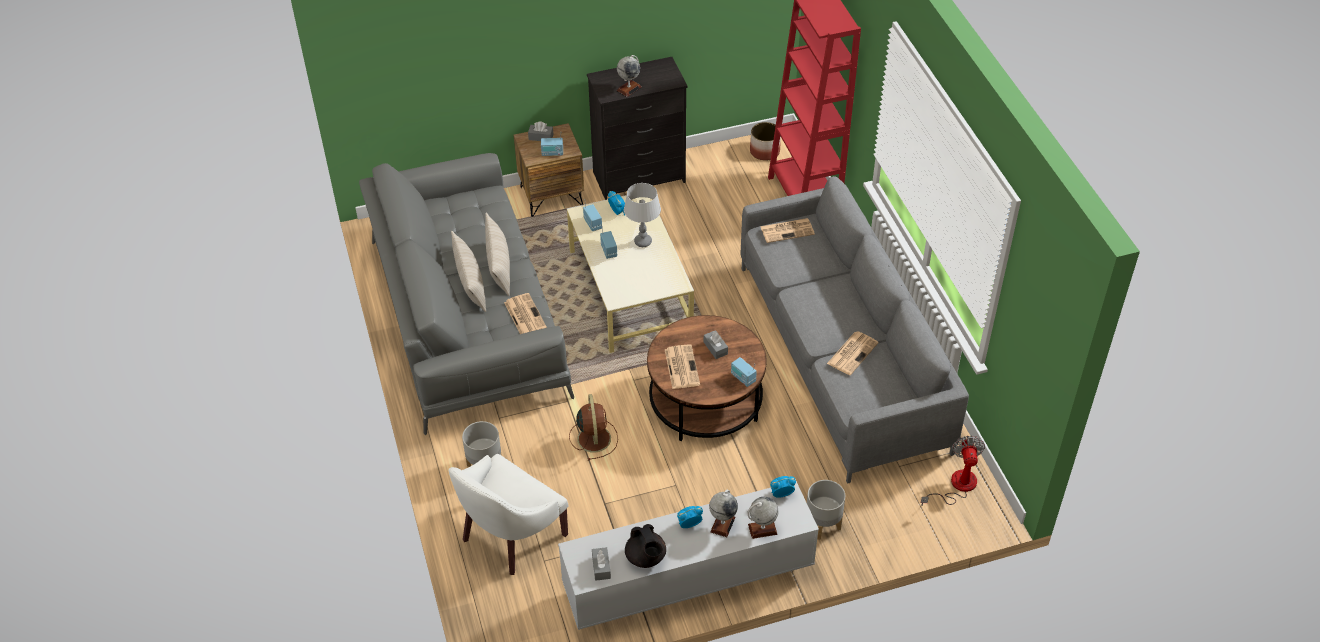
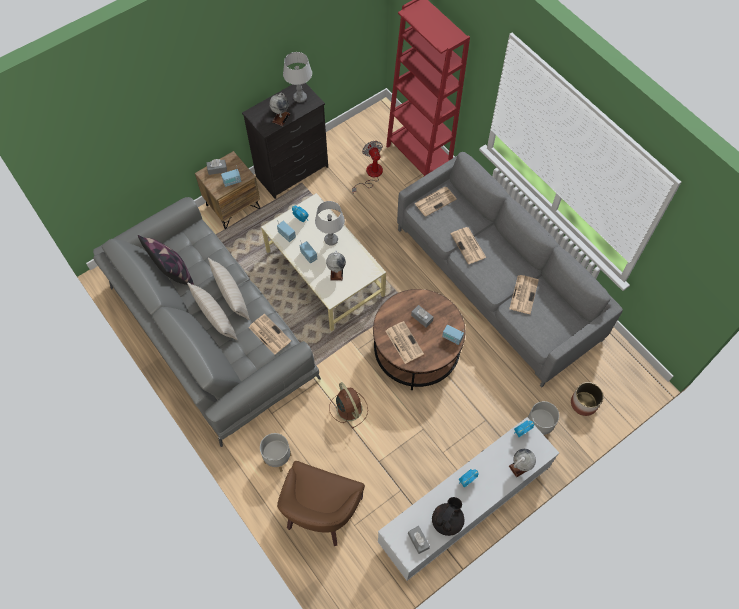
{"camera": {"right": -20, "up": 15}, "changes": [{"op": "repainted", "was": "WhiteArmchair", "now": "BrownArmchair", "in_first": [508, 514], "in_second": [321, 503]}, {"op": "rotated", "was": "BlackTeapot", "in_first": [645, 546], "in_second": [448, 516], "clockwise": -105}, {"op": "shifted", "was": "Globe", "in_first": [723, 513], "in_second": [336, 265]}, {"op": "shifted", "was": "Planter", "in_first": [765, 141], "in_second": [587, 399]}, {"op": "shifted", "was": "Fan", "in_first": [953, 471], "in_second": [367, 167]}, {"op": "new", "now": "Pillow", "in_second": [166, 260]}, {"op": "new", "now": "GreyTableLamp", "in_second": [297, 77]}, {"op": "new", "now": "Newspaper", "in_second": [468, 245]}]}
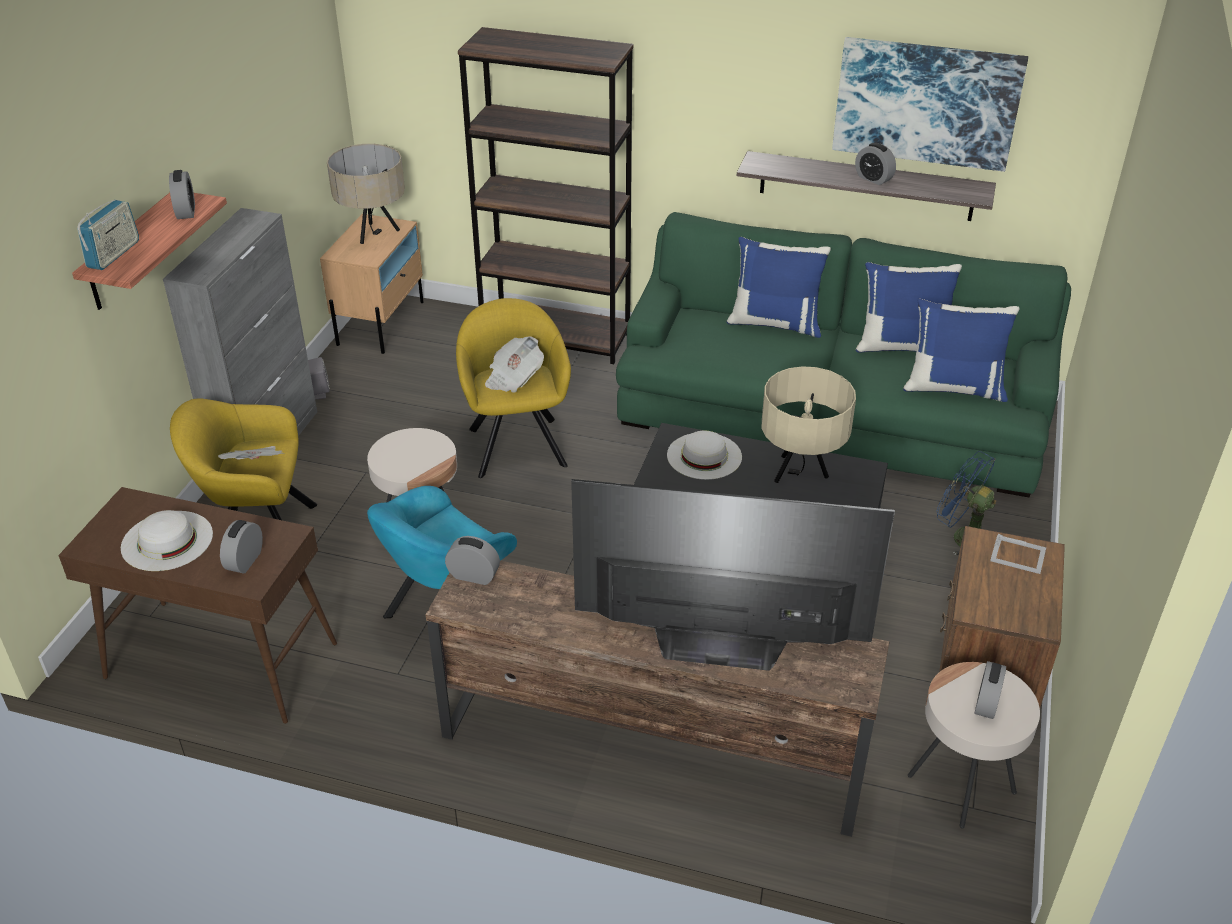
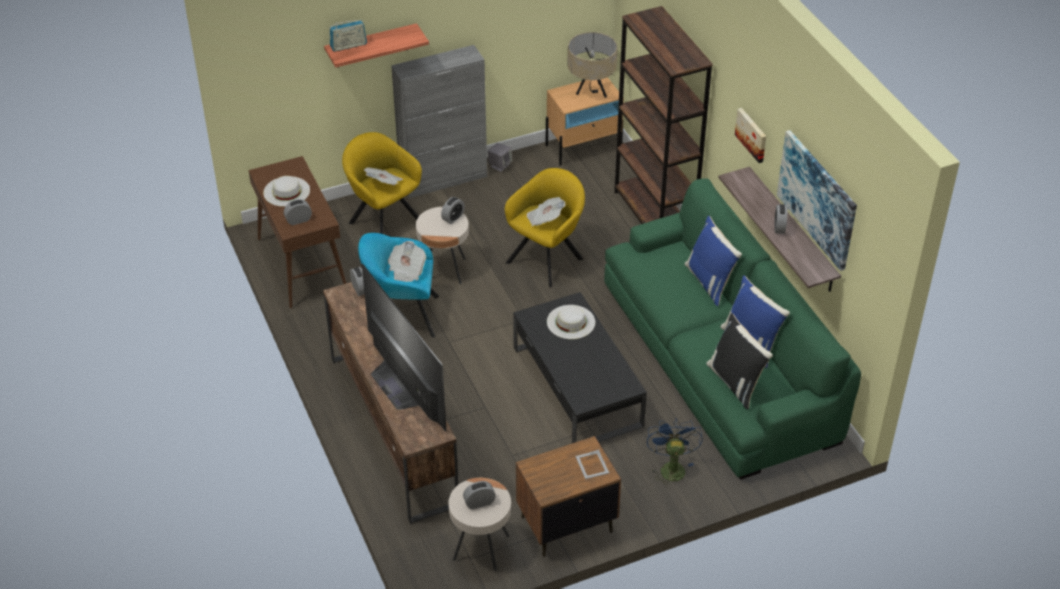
{"camera": {"right": 50, "up": 5}, "changes": [{"op": "shifted", "was": "AlarmClock", "in_first": [182, 194], "in_second": [453, 210]}, {"op": "gone", "was": "BeigeTableLamp", "in_first": [809, 424]}, {"op": "repainted", "was": "BluePillow", "now": "BlackPillow", "in_first": [961, 350], "in_second": [739, 361]}, {"op": "new", "now": "Newspaper", "in_second": [407, 261]}, {"op": "new", "now": "Picture", "in_second": [750, 135]}]}
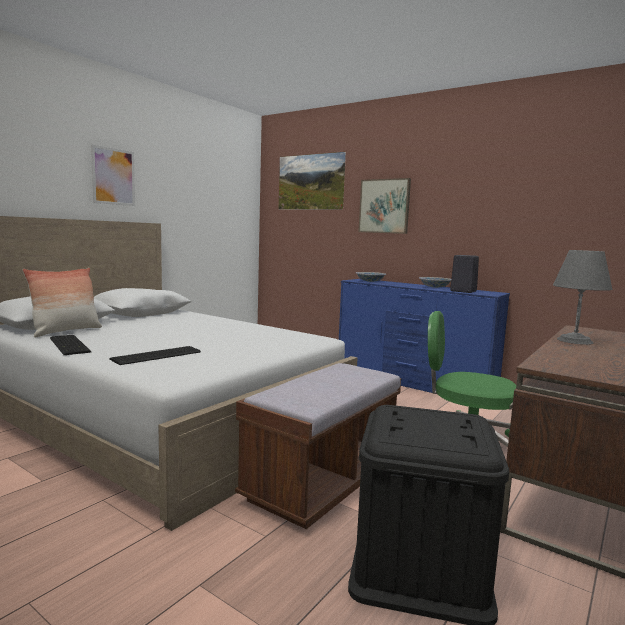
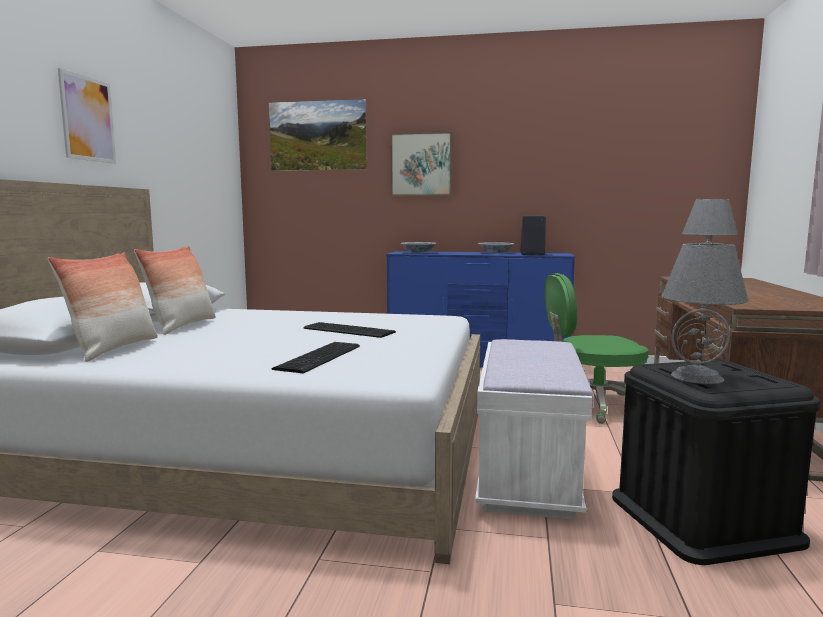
{"camera": {"right": -25, "up": 0}, "changes": [{"op": "shifted", "was": "Keyboard", "in_first": [70, 345], "in_second": [349, 330]}, {"op": "repainted", "was": "BrownBench", "now": "WhiteBench", "in_first": [318, 446], "in_second": [534, 429]}, {"op": "new", "now": "Pillow", "in_second": [175, 290]}, {"op": "new", "now": "GreyTableLamp", "in_second": [705, 313]}]}
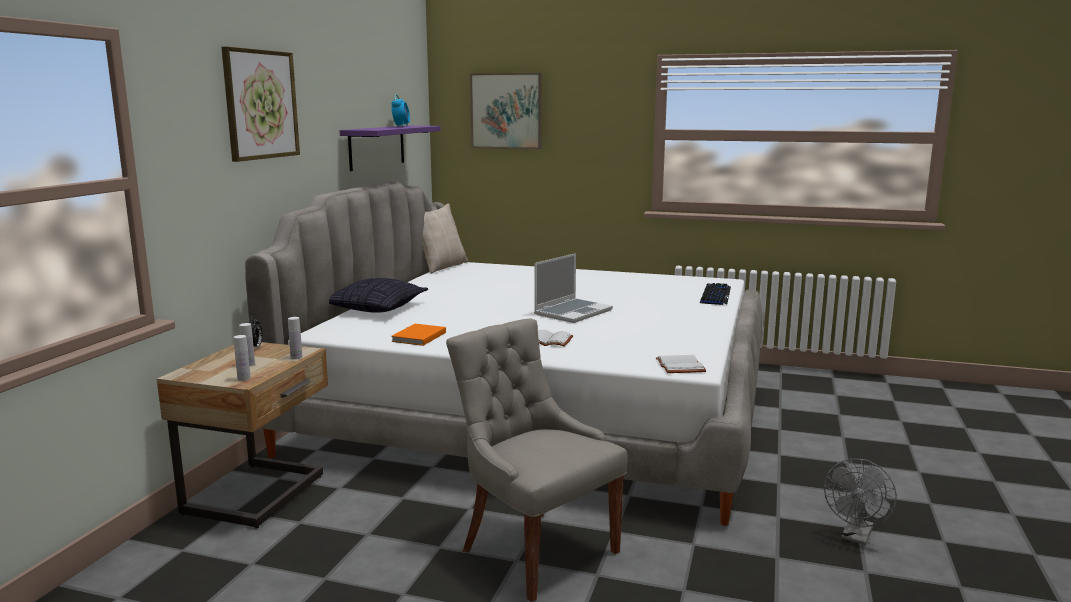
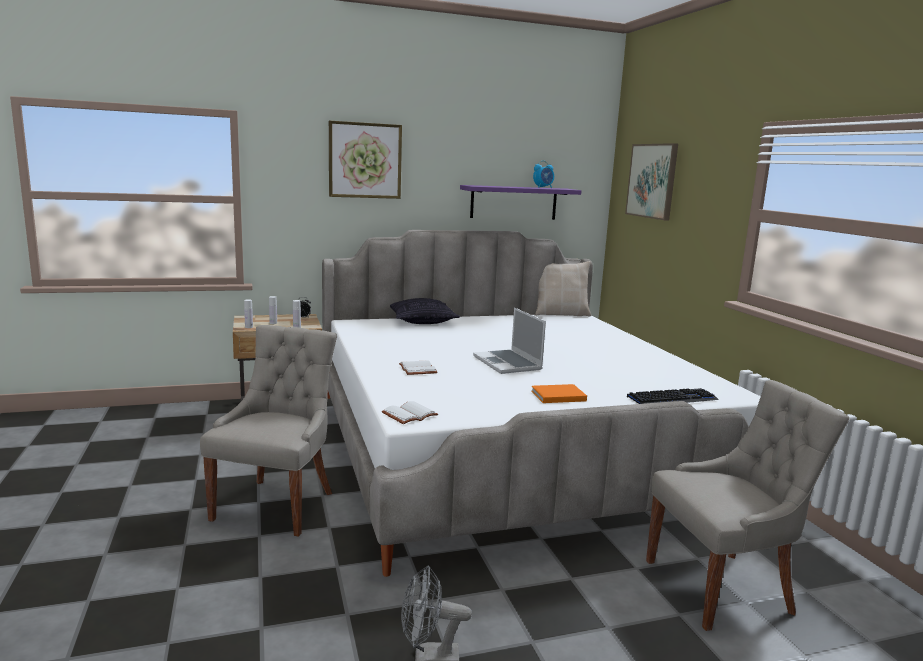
{"camera": {"right": 55, "up": 0}, "changes": [{"op": "shifted", "was": "OrangeBook", "in_first": [418, 335], "in_second": [559, 393]}, {"op": "rotated", "was": "Laptop", "in_first": [573, 288], "in_second": [509, 340], "clockwise": 60}, {"op": "new", "now": "GreyChair", "in_second": [747, 505]}]}
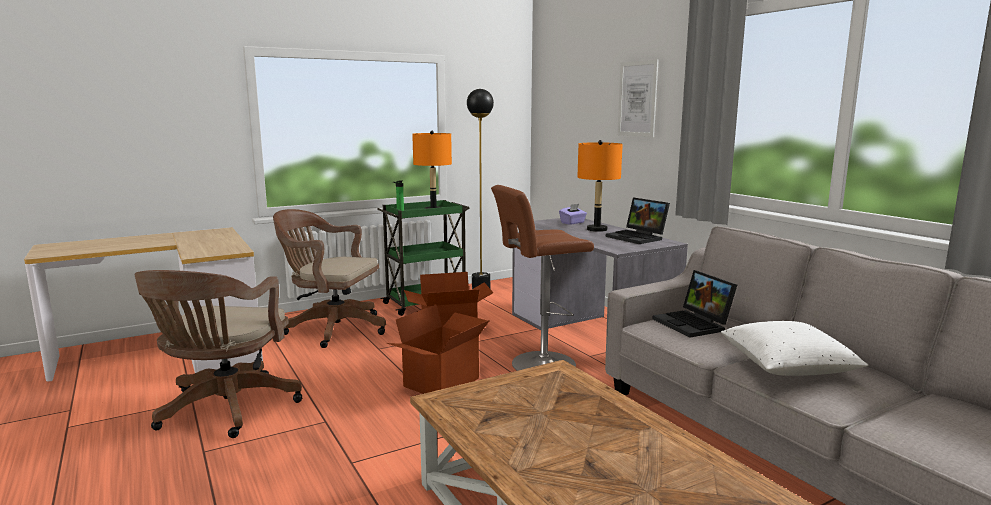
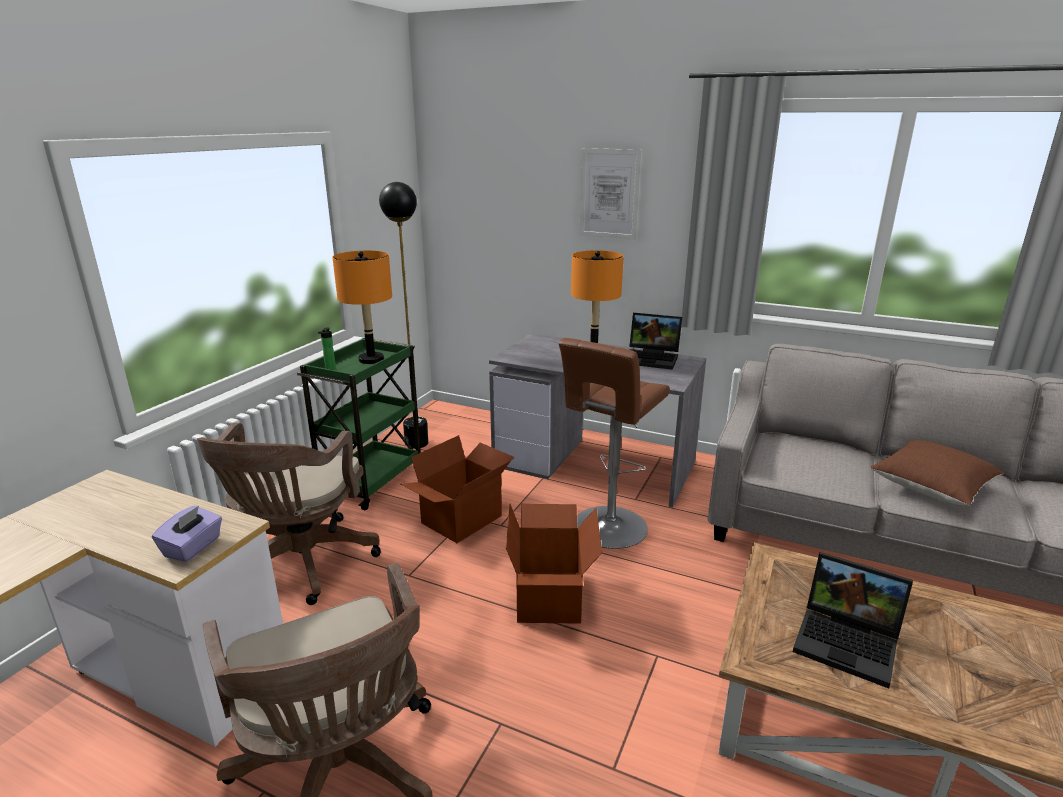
{"camera": {"right": -35, "up": 10}, "changes": [{"op": "rotated", "was": "BrownOfficeChair", "in_first": [329, 278], "in_second": [289, 514], "clockwise": -60}, {"op": "shifted", "was": "PurpleTissueBox", "in_first": [573, 214], "in_second": [187, 533]}, {"op": "shifted", "was": "Laptop", "in_first": [694, 304], "in_second": [853, 620]}, {"op": "repainted", "was": "WhitePillow", "now": "BrownPillow", "in_first": [794, 348], "in_second": [937, 473]}]}
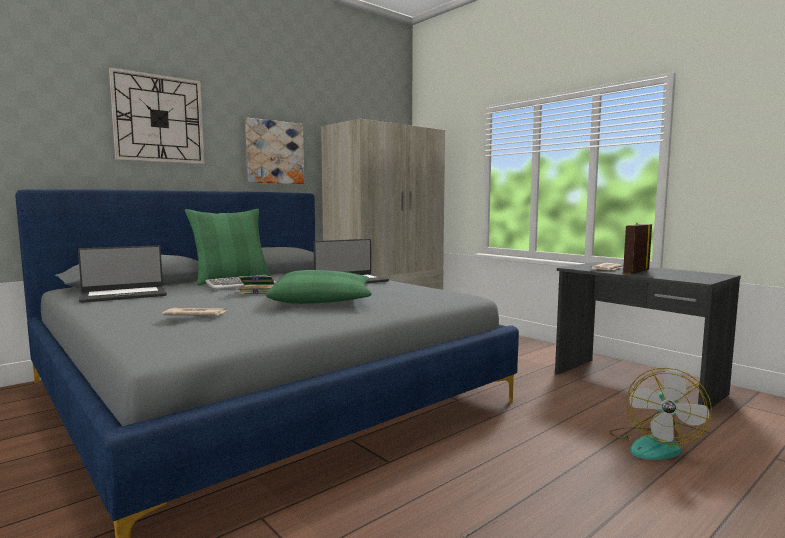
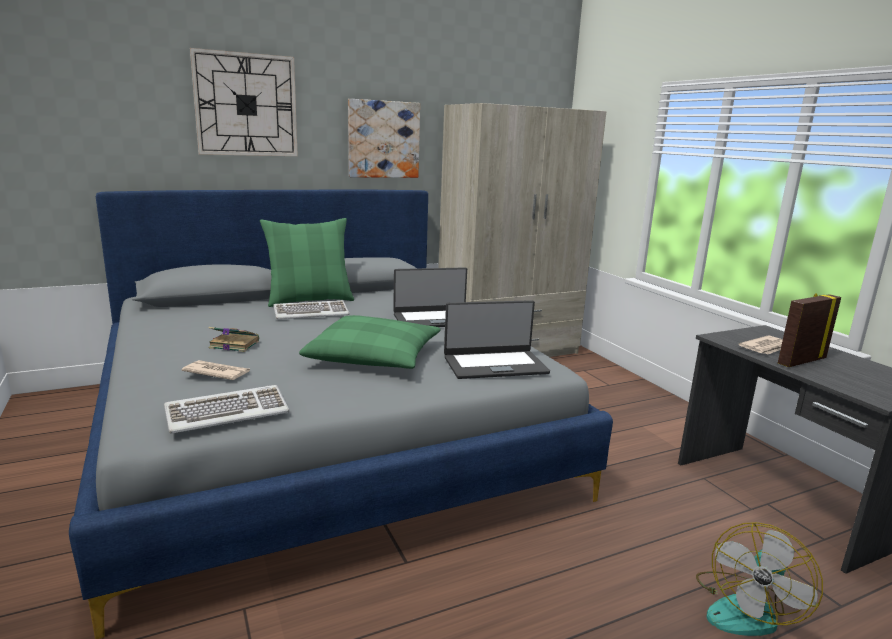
{"camera": {"right": 15, "up": 10}, "changes": [{"op": "shifted", "was": "Laptop", "in_first": [122, 274], "in_second": [497, 339]}, {"op": "shifted", "was": "Book", "in_first": [255, 285], "in_second": [234, 339]}, {"op": "new", "now": "Keyboard", "in_second": [226, 409]}]}
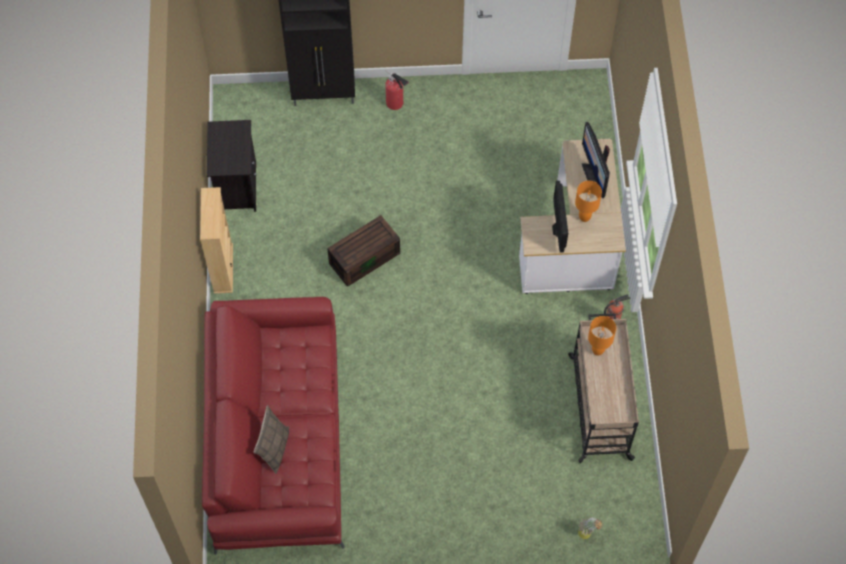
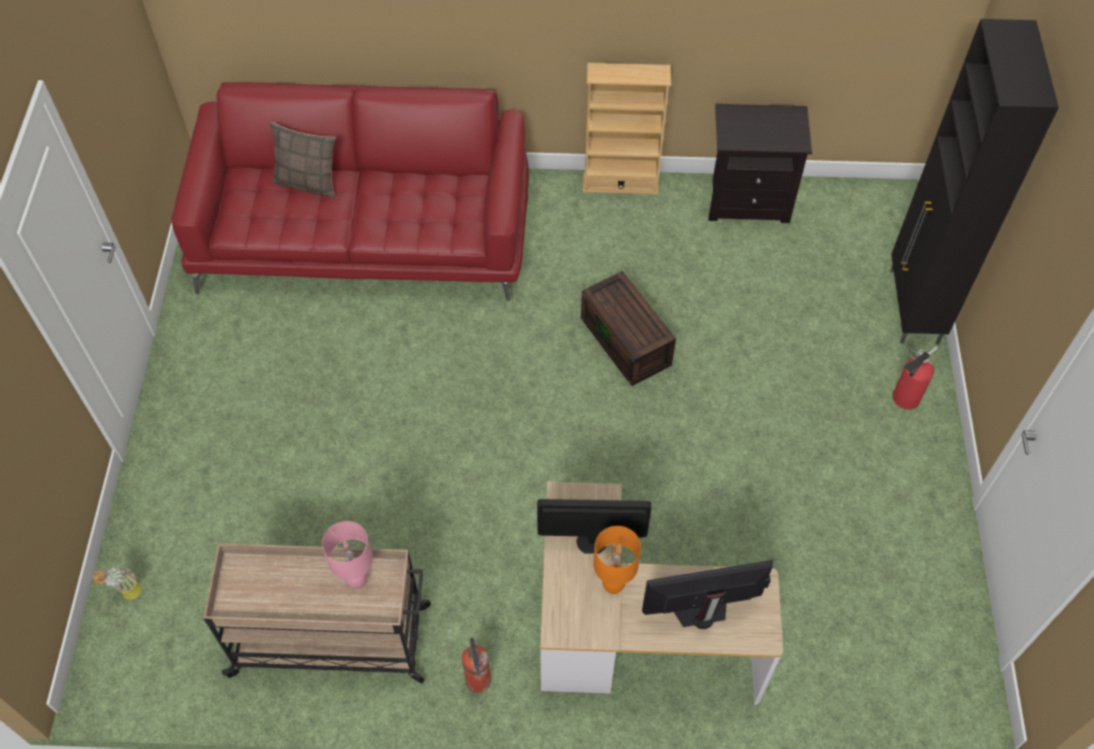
{"camera": {"right": 95, "up": -5}, "changes": [{"op": "repainted", "was": "OrangeTableLamp", "now": "PinkTableLamp", "in_first": [602, 336], "in_second": [347, 555]}]}
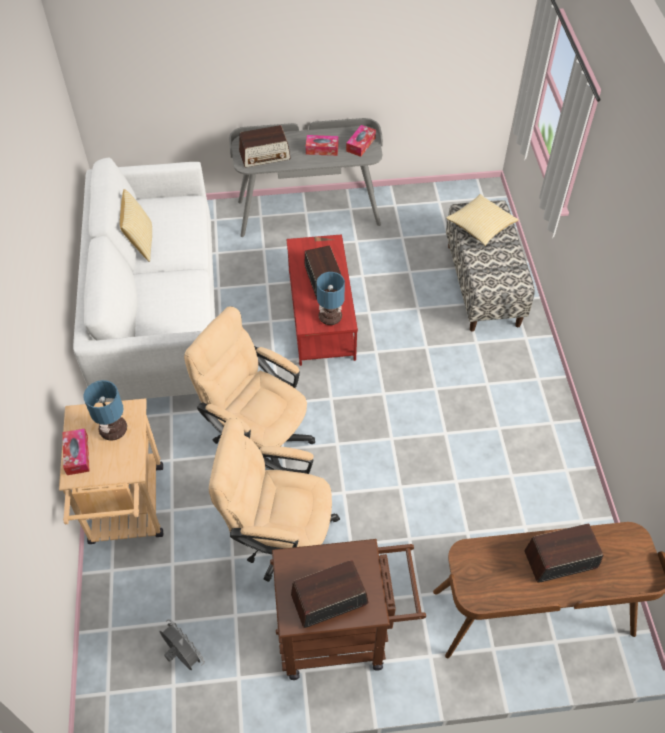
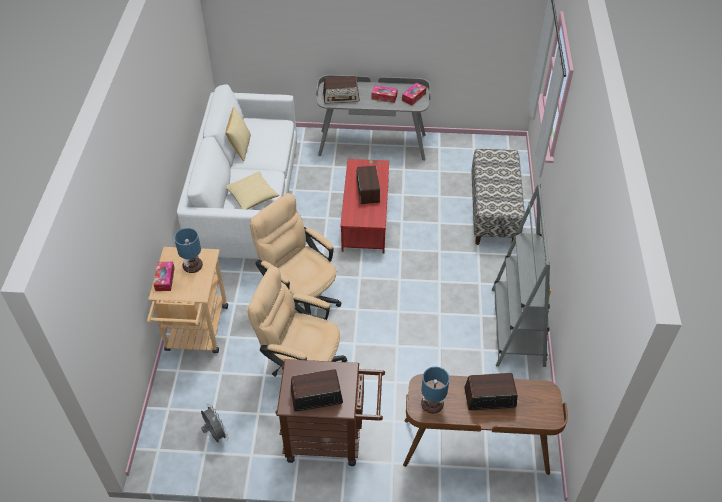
{"camera": {"right": 10, "up": -5}, "changes": [{"op": "shifted", "was": "TableLamp", "in_first": [331, 298], "in_second": [435, 390]}, {"op": "shifted", "was": "Pillow", "in_first": [482, 220], "in_second": [252, 191]}, {"op": "new", "now": "GreyBookcase", "in_second": [521, 274]}]}
